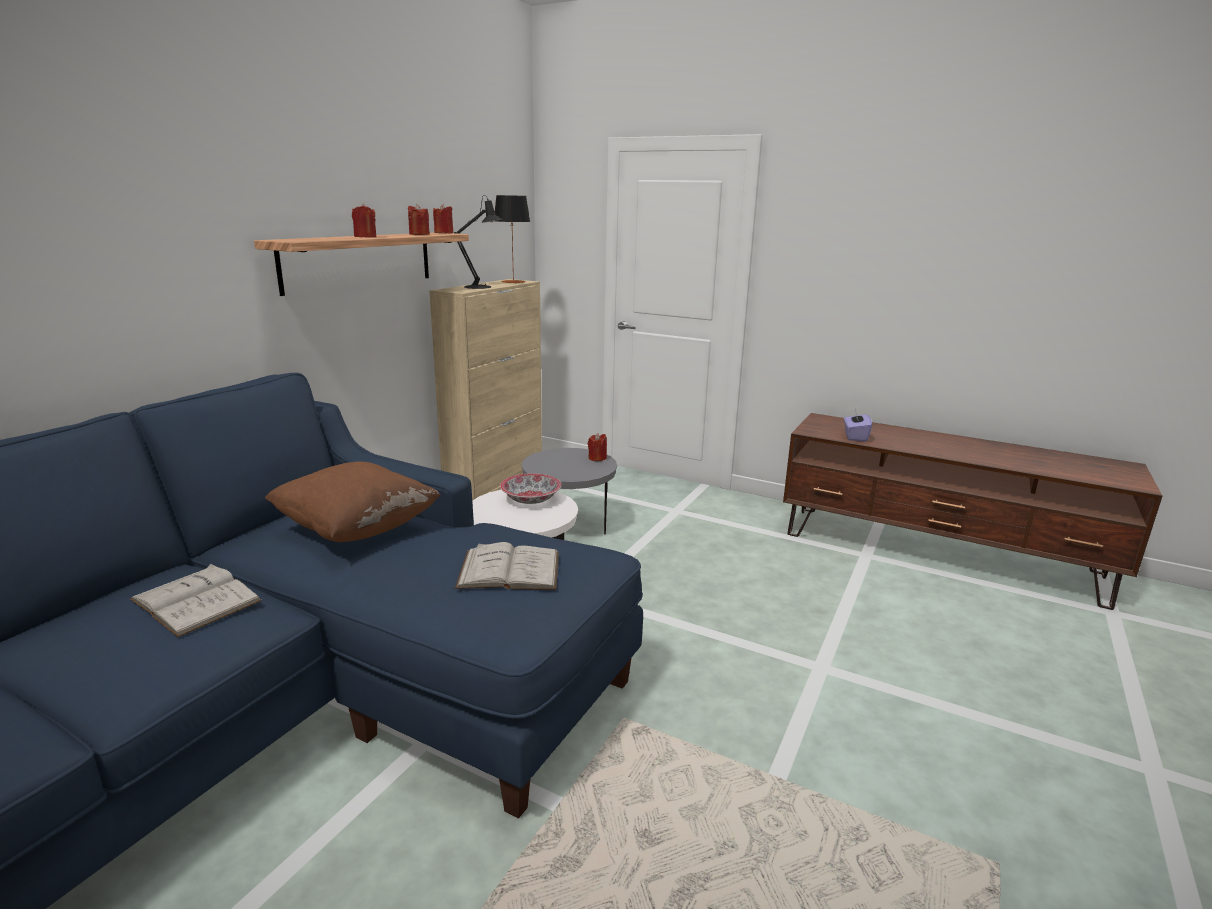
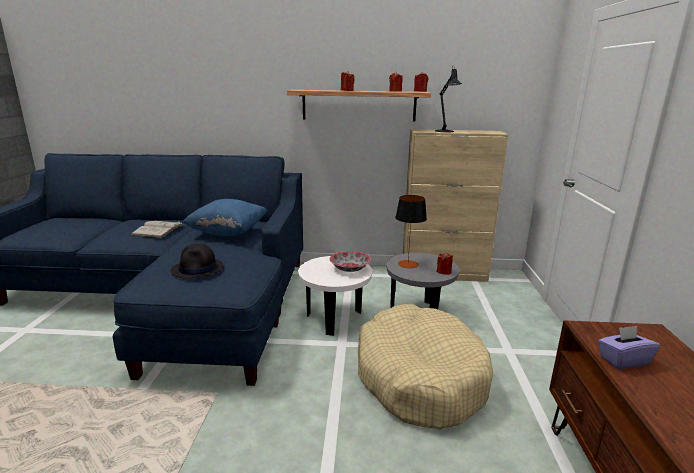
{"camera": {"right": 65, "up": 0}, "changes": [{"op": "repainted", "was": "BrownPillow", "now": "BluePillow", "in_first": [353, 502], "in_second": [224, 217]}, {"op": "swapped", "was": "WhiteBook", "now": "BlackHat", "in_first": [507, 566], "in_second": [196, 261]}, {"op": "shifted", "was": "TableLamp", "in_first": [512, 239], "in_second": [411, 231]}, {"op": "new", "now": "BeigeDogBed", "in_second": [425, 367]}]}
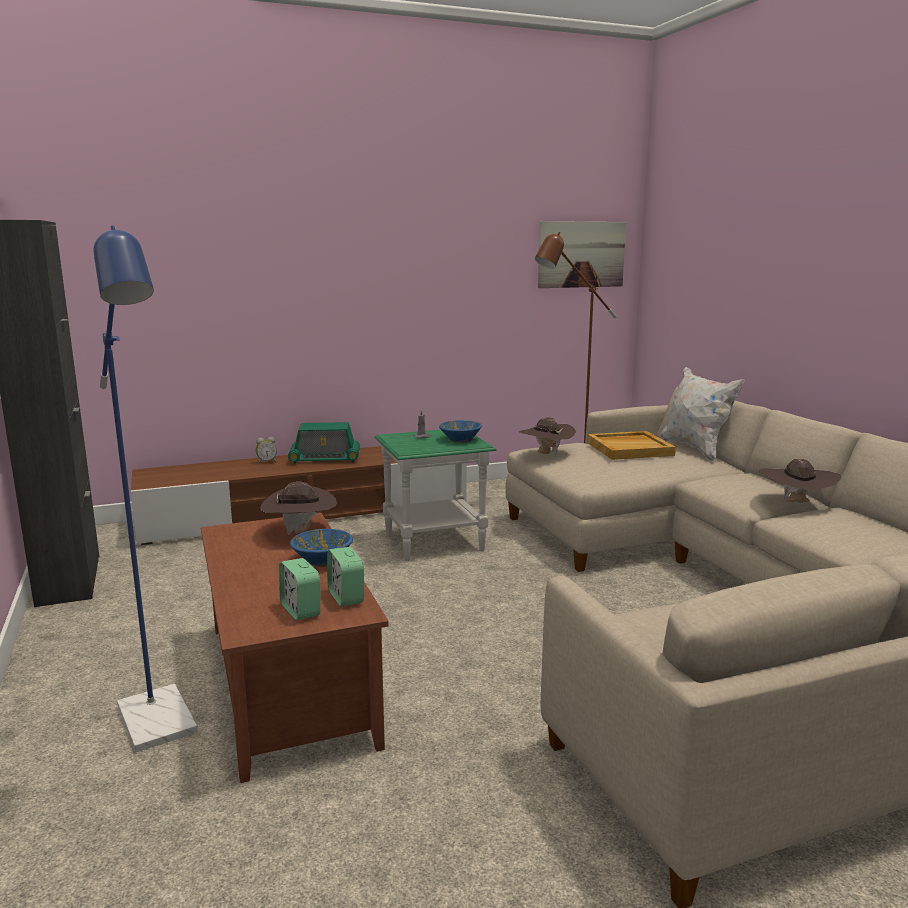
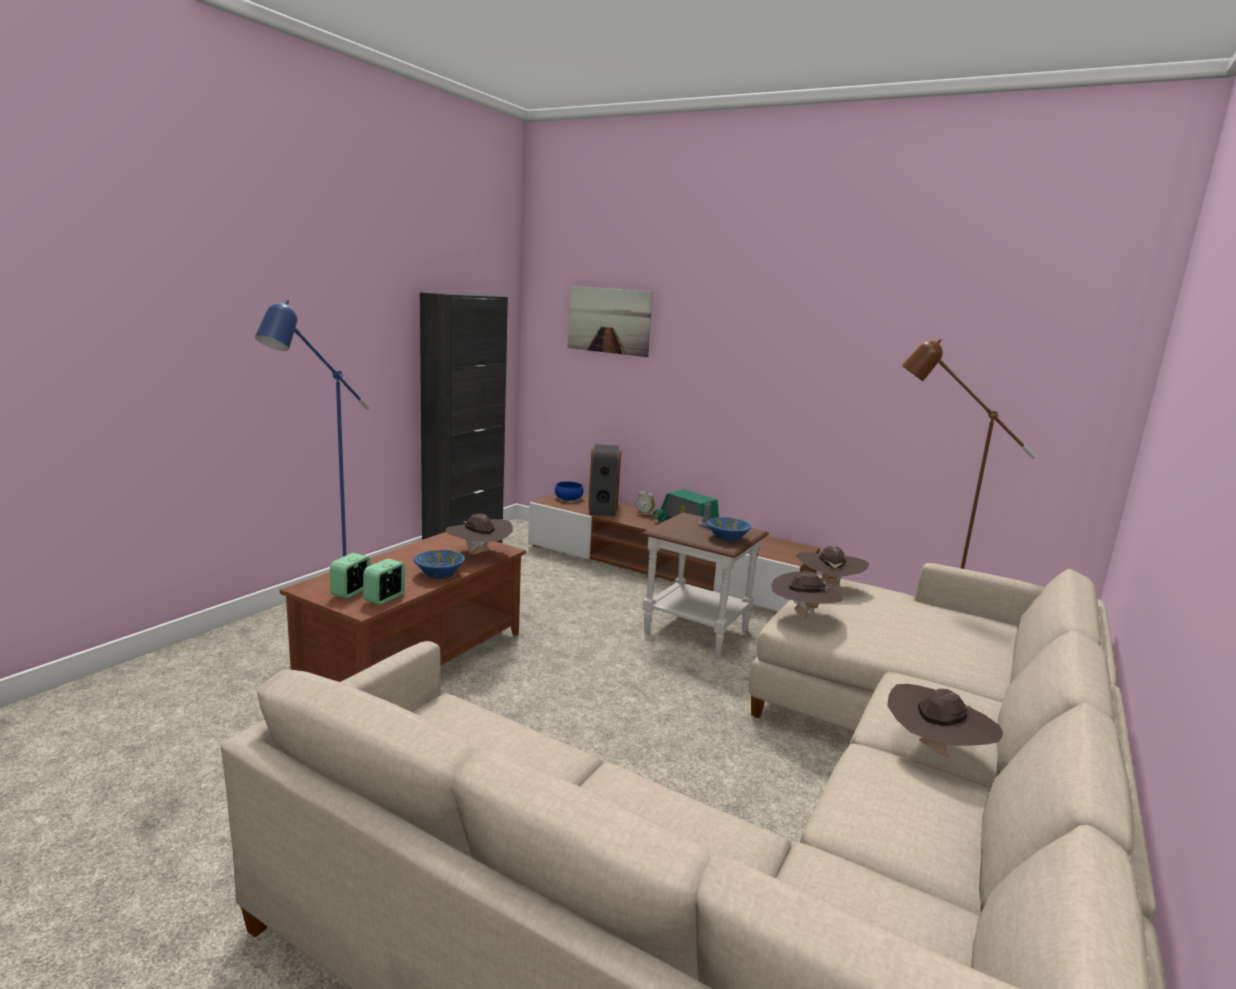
{"camera": {"right": 50, "up": 0}, "changes": [{"op": "repainted", "was": "GreenSideTable", "now": "BrownSideTable", "in_first": [436, 495], "in_second": [705, 584]}, {"op": "shifted", "was": "Picture", "in_first": [582, 254], "in_second": [610, 321]}, {"op": "gone", "was": "BeigeTray", "in_first": [631, 445]}, {"op": "gone", "was": "WhitePillow", "in_first": [702, 414]}, {"op": "new", "now": "BlueBowl", "in_second": [569, 491]}, {"op": "new", "now": "Speaker", "in_second": [605, 480]}, {"op": "new", "now": "BrownHat", "in_second": [807, 595]}]}
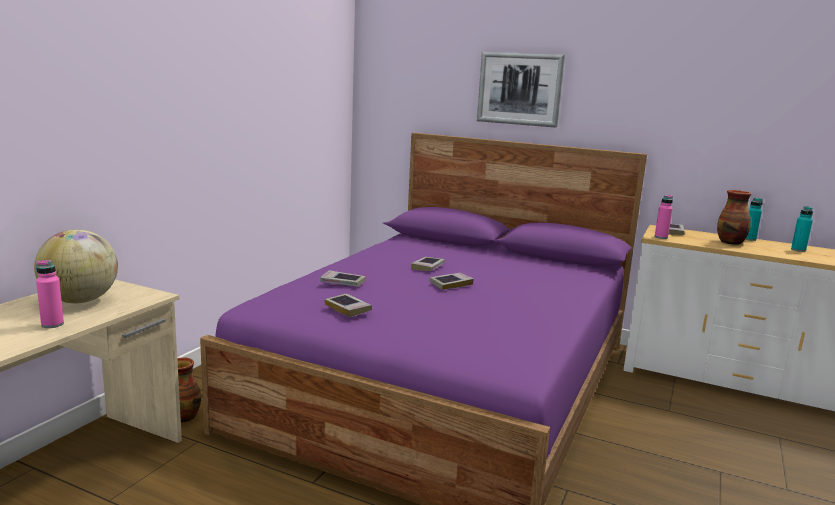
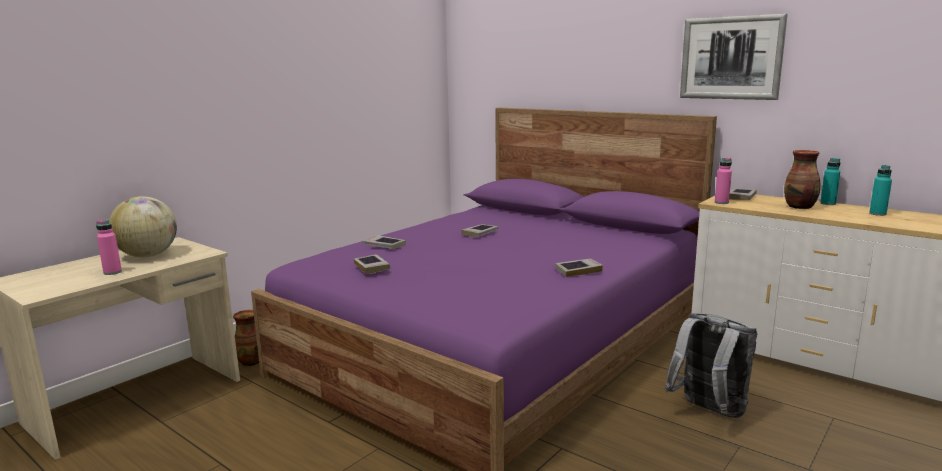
{"camera": {"right": 15, "up": 0}, "changes": [{"op": "shifted", "was": "Book", "in_first": [451, 281], "in_second": [579, 268]}, {"op": "shifted", "was": "Picture", "in_first": [521, 90], "in_second": [734, 57]}, {"op": "new", "now": "GreyBackpack", "in_second": [710, 365]}]}
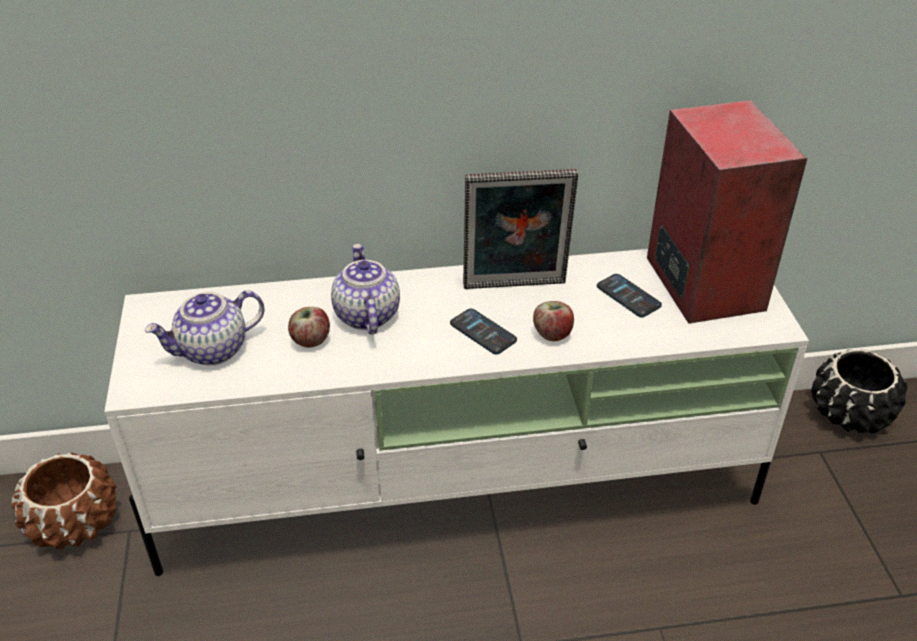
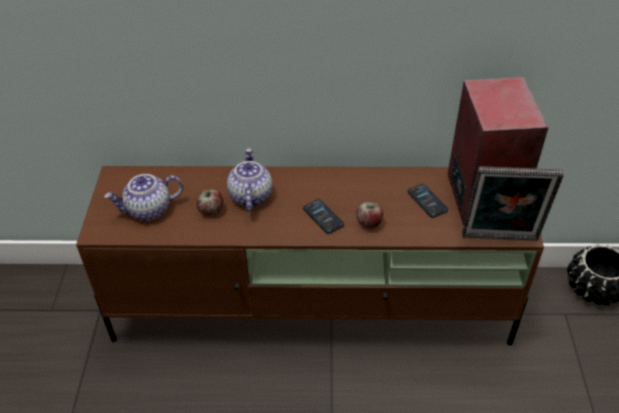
{"camera": {"right": 10, "up": 5}, "changes": [{"op": "gone", "was": "BrownPlanter", "in_first": [64, 501]}, {"op": "repainted", "was": "WhiteTvStand", "now": "BrownTvStand", "in_first": [456, 412], "in_second": [310, 255]}, {"op": "shifted", "was": "PictureFrame", "in_first": [520, 229], "in_second": [513, 204]}]}
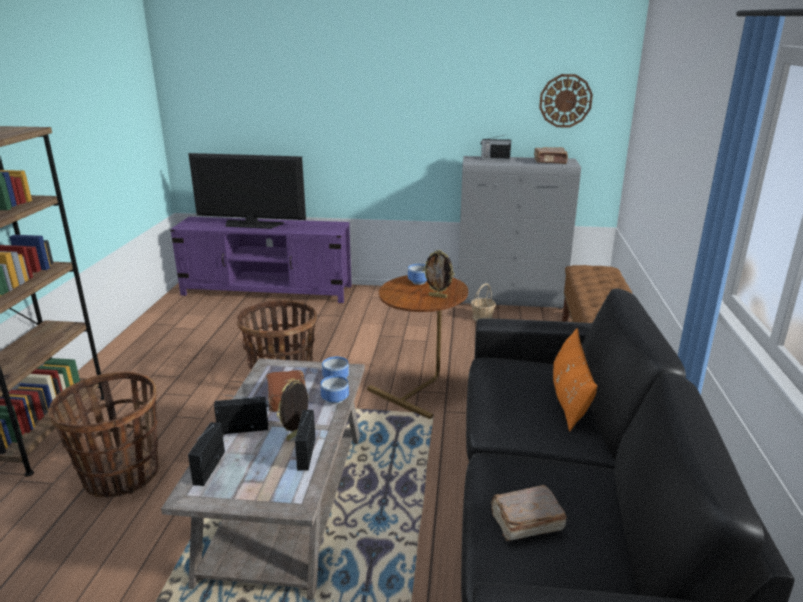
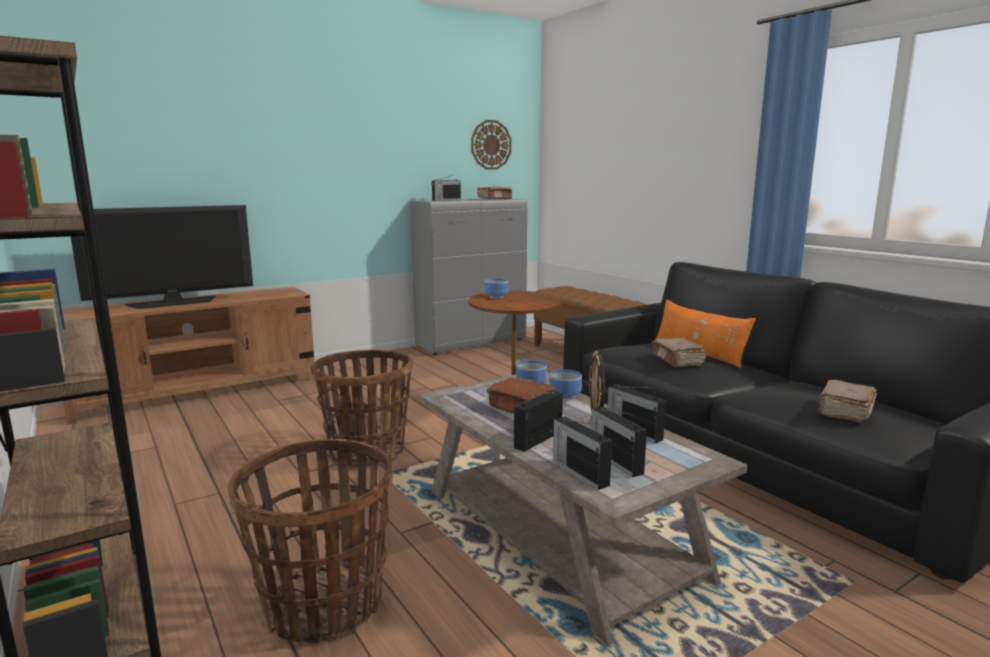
{"camera": {"right": -40, "up": -10}, "changes": [{"op": "repainted", "was": "PurpleTvStand", "now": "BrownTvStand", "in_first": [261, 260], "in_second": [188, 356]}, {"op": "gone", "was": "PictureFrame", "in_first": [438, 274]}, {"op": "gone", "was": "Basket", "in_first": [483, 302]}, {"op": "new", "now": "Radio", "in_second": [619, 442]}, {"op": "new", "now": "BrownBook", "in_second": [679, 353]}]}
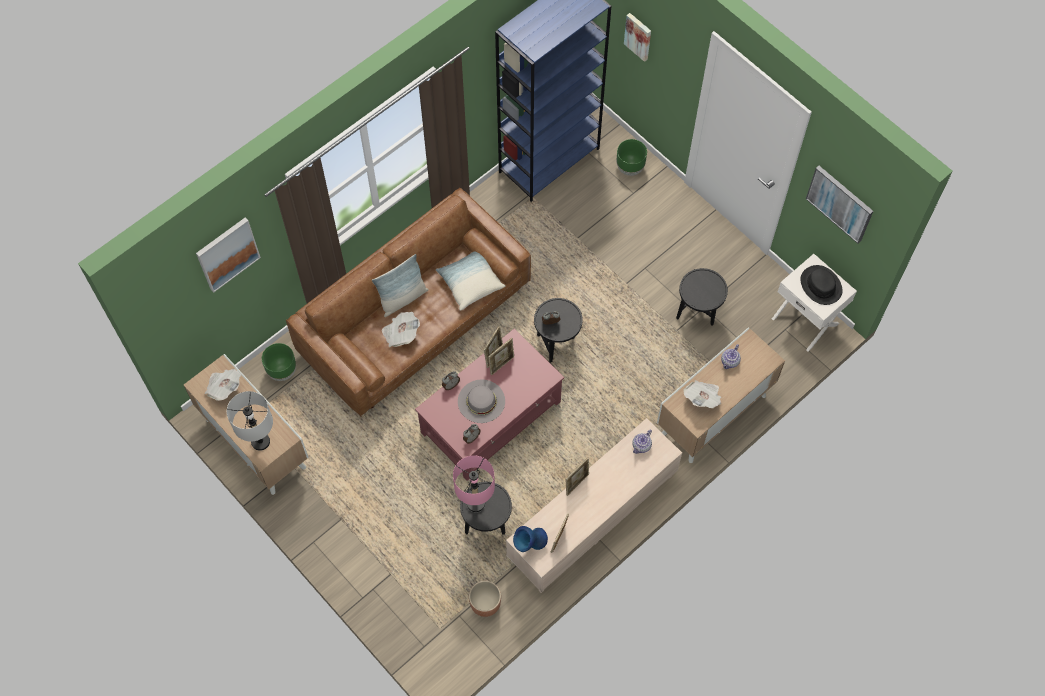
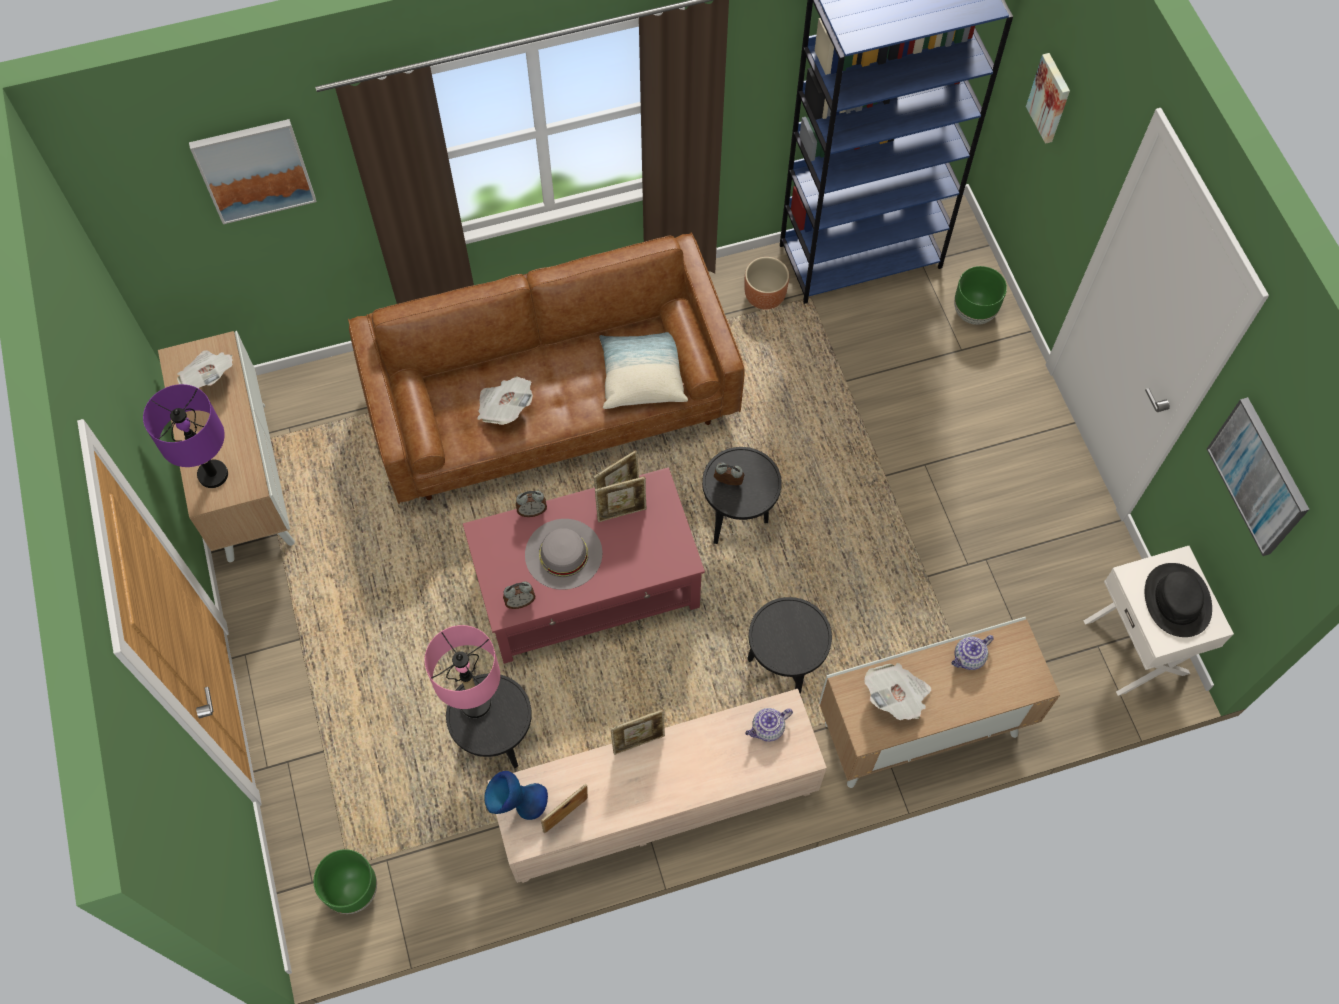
{"camera": {"right": 25, "up": 0}, "changes": [{"op": "repainted", "was": "GreyTableLamp", "now": "PurpleTableLamp", "in_first": [250, 421], "in_second": [185, 436]}, {"op": "shifted", "was": "GreenPlanter", "in_first": [279, 362], "in_second": [345, 881]}, {"op": "gone", "was": "Pillow", "in_first": [400, 285]}, {"op": "shifted", "was": "BrownPlanter", "in_first": [485, 599], "in_second": [766, 283]}, {"op": "shifted", "was": "BlackSideTable", "in_first": [702, 297], "in_second": [789, 645]}]}
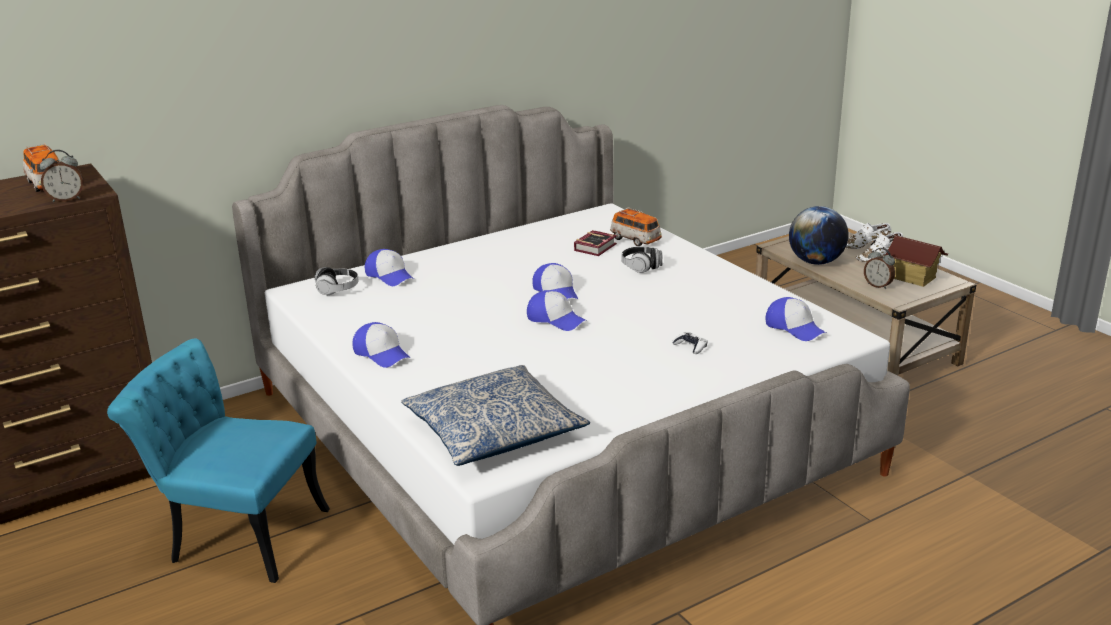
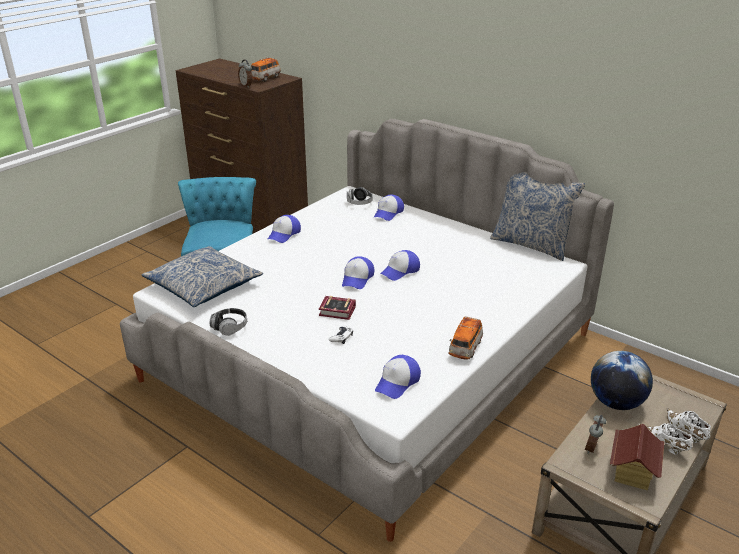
{"camera": {"right": 70, "up": 5}, "changes": [{"op": "shifted", "was": "Book", "in_first": [595, 243], "in_second": [337, 308]}, {"op": "shifted", "was": "ToyCar", "in_first": [636, 226], "in_second": [466, 337]}, {"op": "shifted", "was": "Headphones", "in_first": [642, 259], "in_second": [228, 322]}, {"op": "new", "now": "Pillow", "in_second": [537, 216]}]}
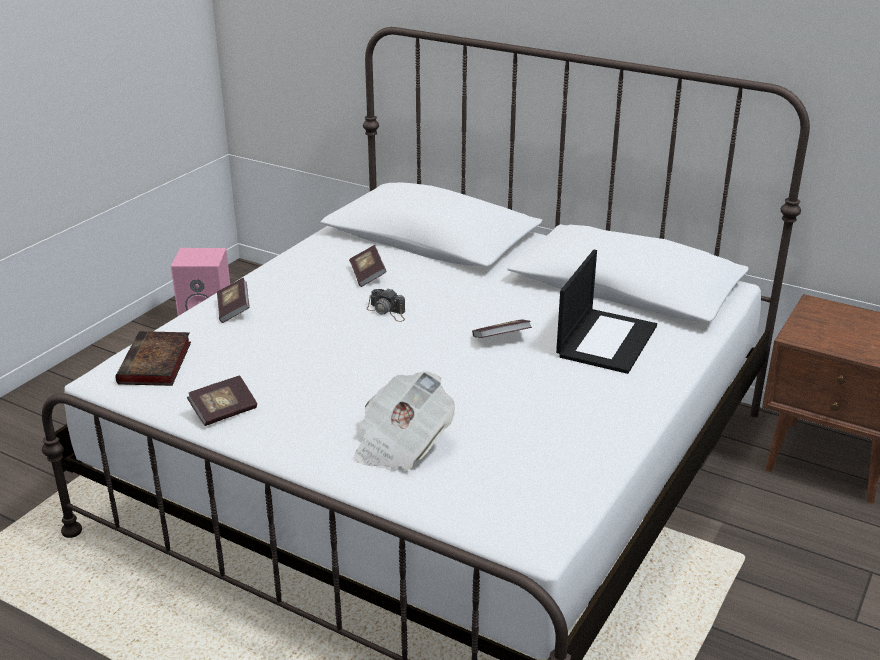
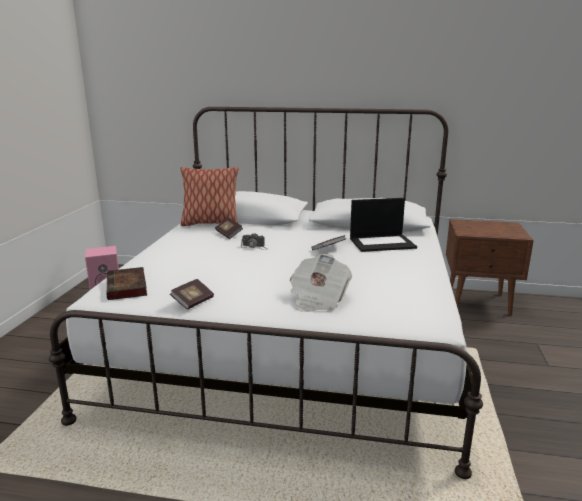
{"camera": {"right": -20, "up": -10}, "changes": [{"op": "gone", "was": "Book", "in_first": [233, 300]}, {"op": "rotated", "was": "Laptop", "in_first": [606, 312], "in_second": [383, 225], "clockwise": 75}, {"op": "new", "now": "Pillow", "in_second": [209, 196]}]}
